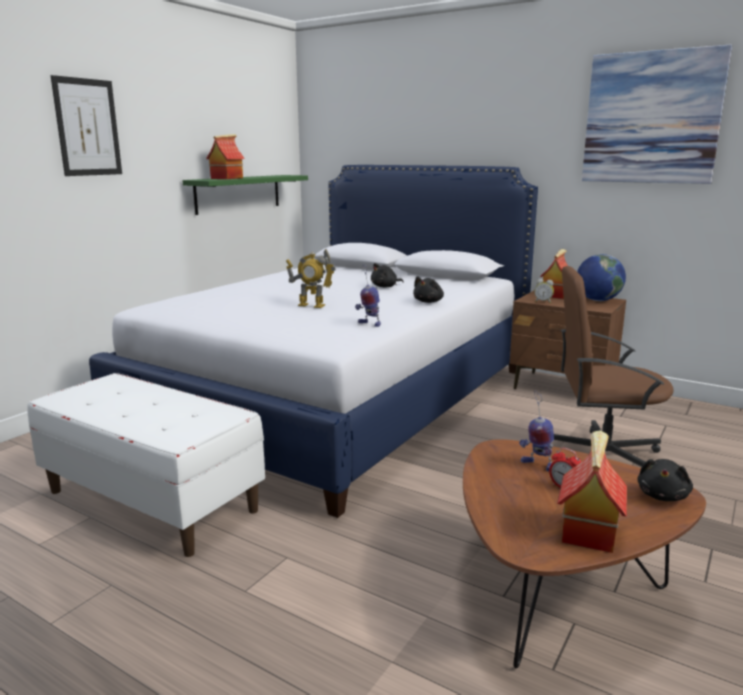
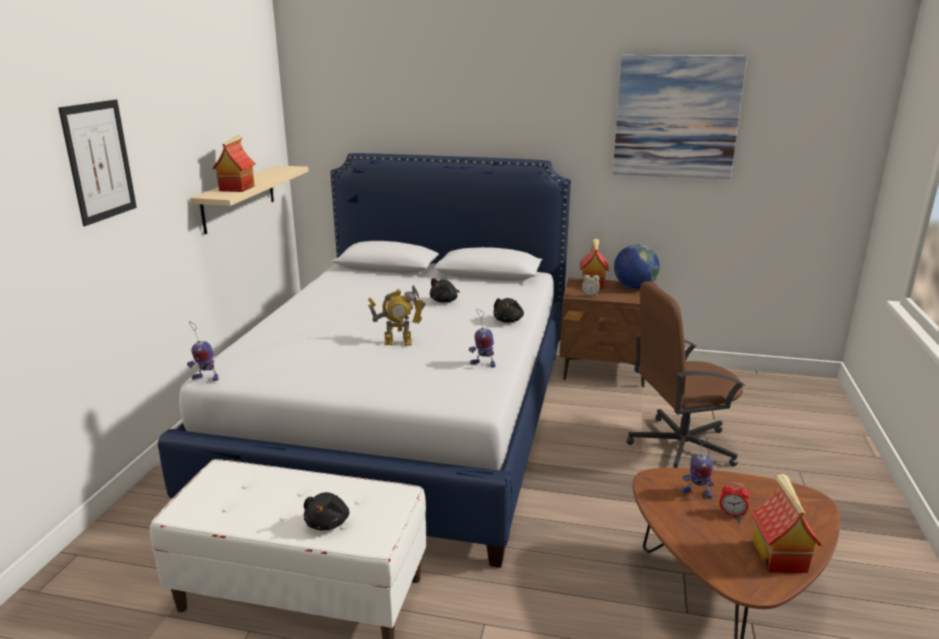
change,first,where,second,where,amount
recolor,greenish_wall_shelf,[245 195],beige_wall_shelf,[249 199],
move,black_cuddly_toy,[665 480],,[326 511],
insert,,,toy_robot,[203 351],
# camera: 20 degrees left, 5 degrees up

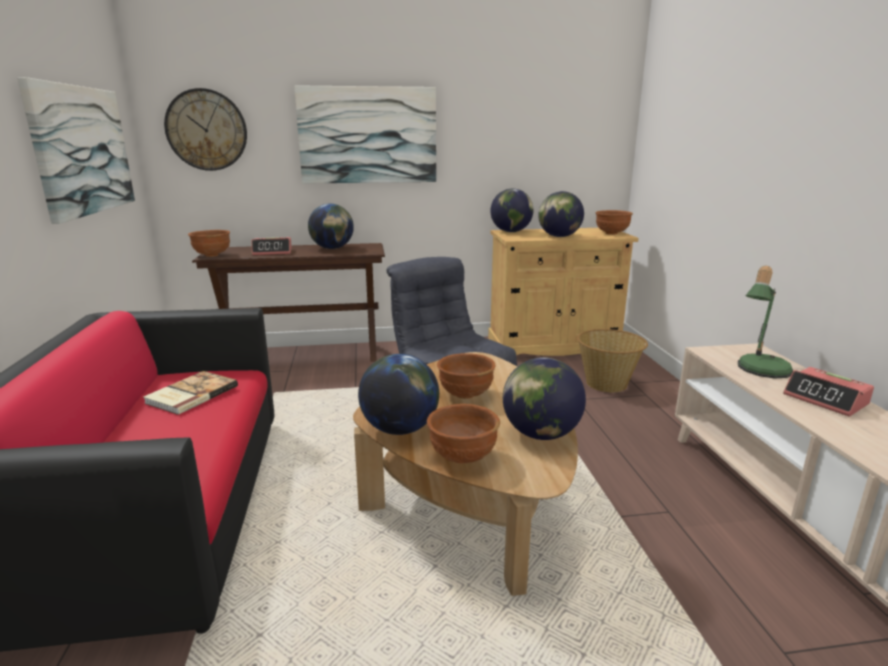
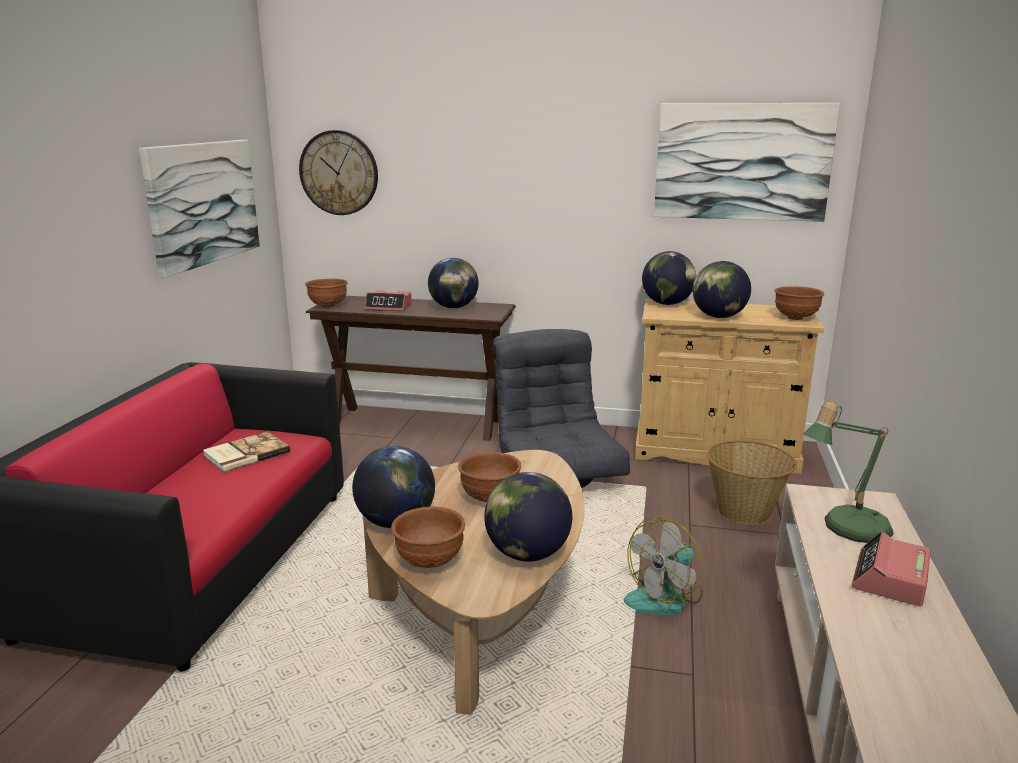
change,first,where,second,where,amount
move,wall_picture,[365 134],,[747 162],
rotate,bedside_clock,[828 392],,[891 569],45 degrees clockwise
insert,,,electric_fan,[663 565],
# camera: 20 degrees right, 0 degrees up

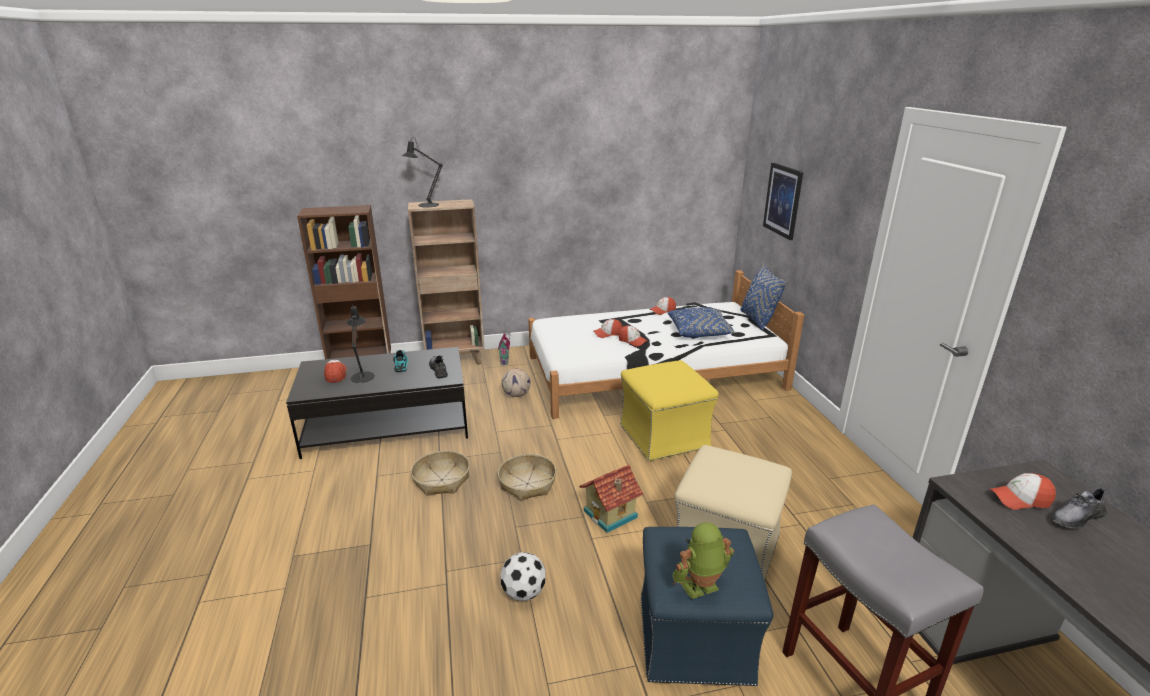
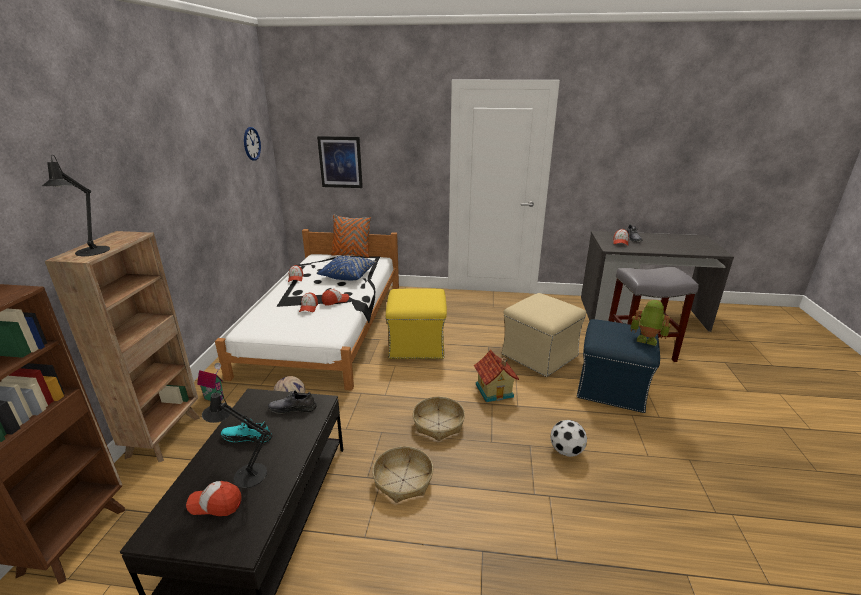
change,first,where,second,where,amount
rotate,toy_robot,[703 560],,[651 323],120 degrees clockwise
recolor,blue_cushion,[764 297],orange_cushion,[351 236],
insert,,,clock_on_the_wall,[252 144],
# camera: 70 degrees left, 0 degrees up

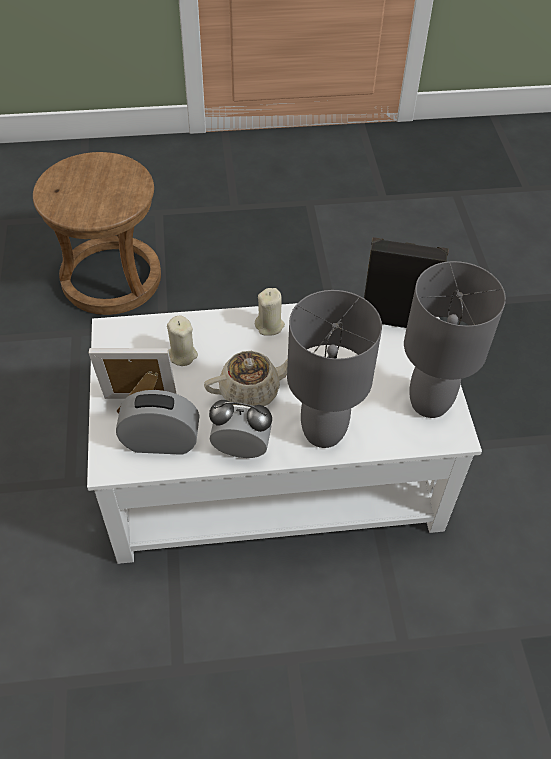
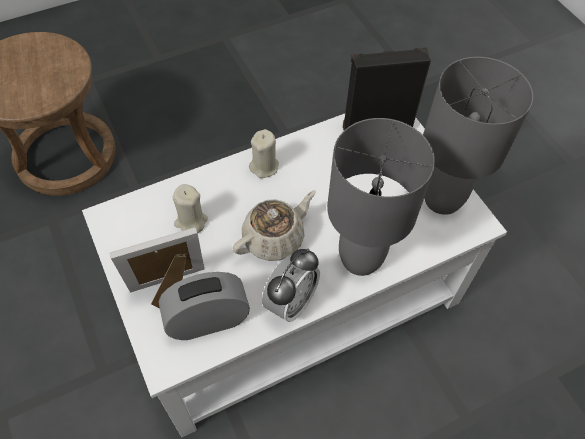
change,first,where,second,where,amount
rotate,bedside_clock,[240 429],,[291 285],135 degrees clockwise
# camera: 20 degrees left, 5 degrees up

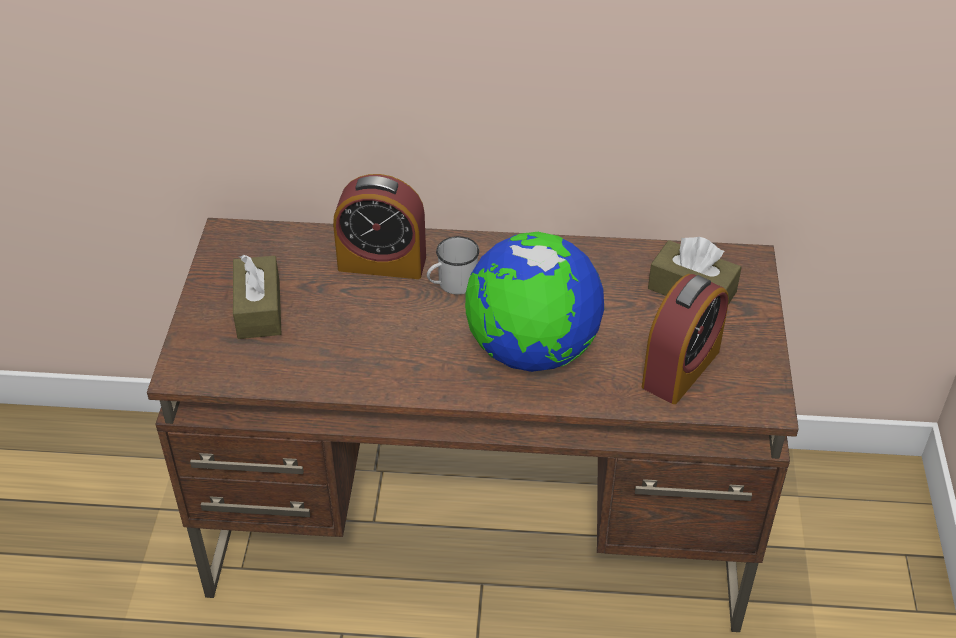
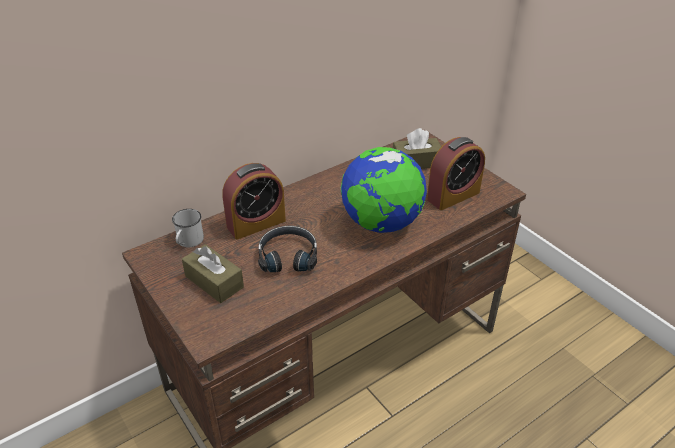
change,first,where,second,where,amount
move,white-coloured_tea_mug,[453 265],,[188 228],
rotate,bedside_clock,[685 339],,[456 173],60 degrees clockwise
insert,,,black_headphones,[287 249],
# camera: 40 degrees left, 5 degrees down

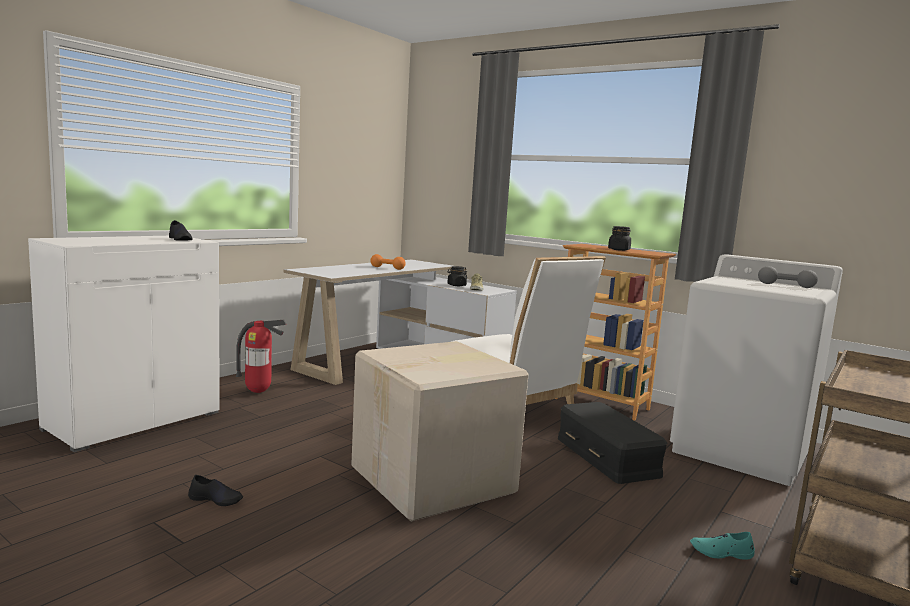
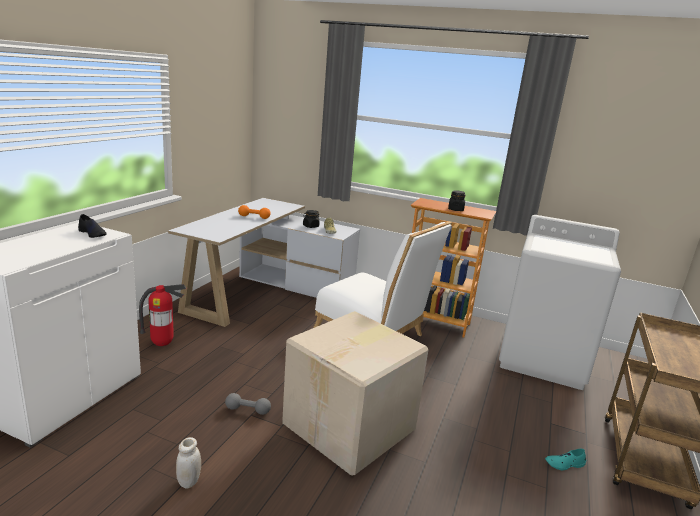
change,first,where,second,where,amount
replace,black_low_shoe,[215 490],white-coloured_jar,[188 463],
delete,black_storage_bin,[613 443],,,
move,gray_hand_weight,[788 277],,[248 404],
# camera: 15 degrees left, 10 degrees up

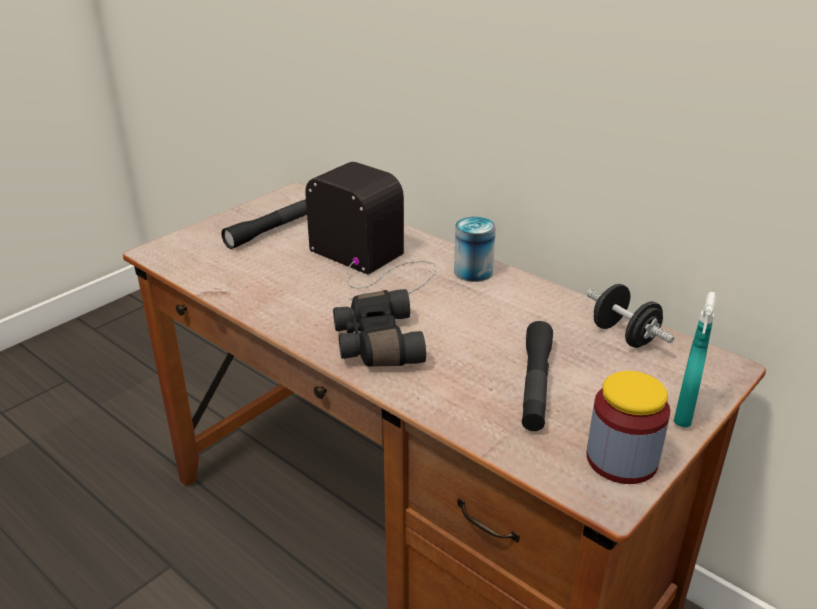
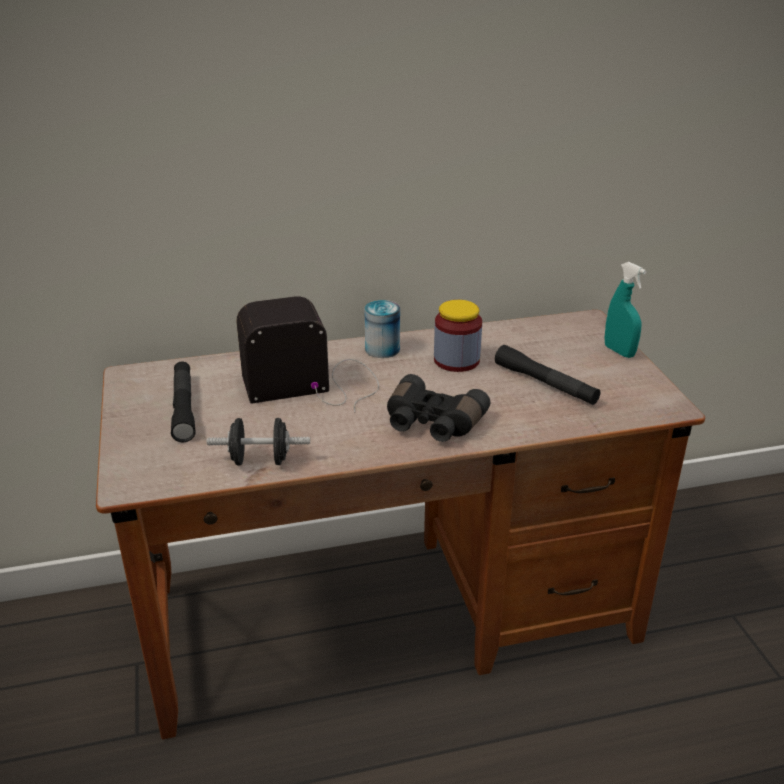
change,first,where,second,where,amount
move,black_hand_weight,[630 316],,[258 442],
move,jar,[628 427],,[458 336],
# camera: 55 degrees left, 0 degrees up

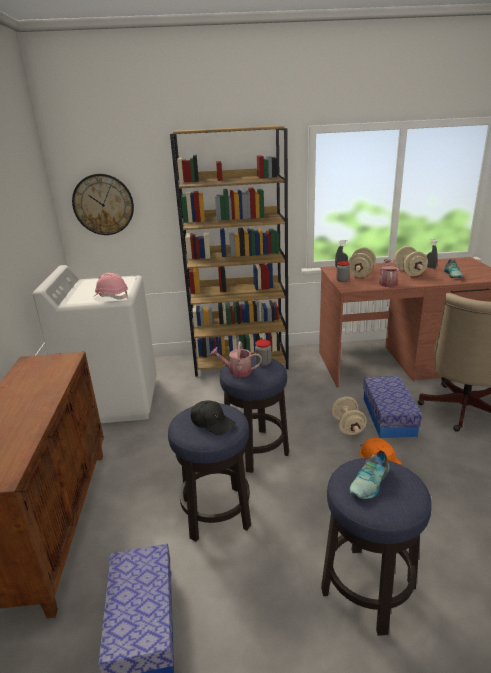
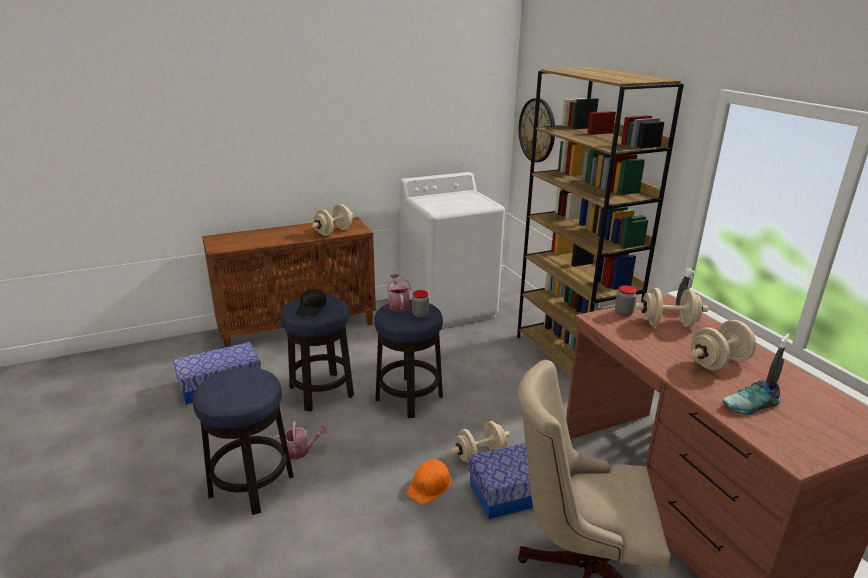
change,first,where,second,where,amount
delete,pinkish_work_helmet,[110 286],,,
delete,low_shoe,[369 474],,,
move,watering_pot,[389 273],,[300 440],
insert,,,beige_hand_weight,[332 220],
# camera: 70 degrees right, 0 degrees up

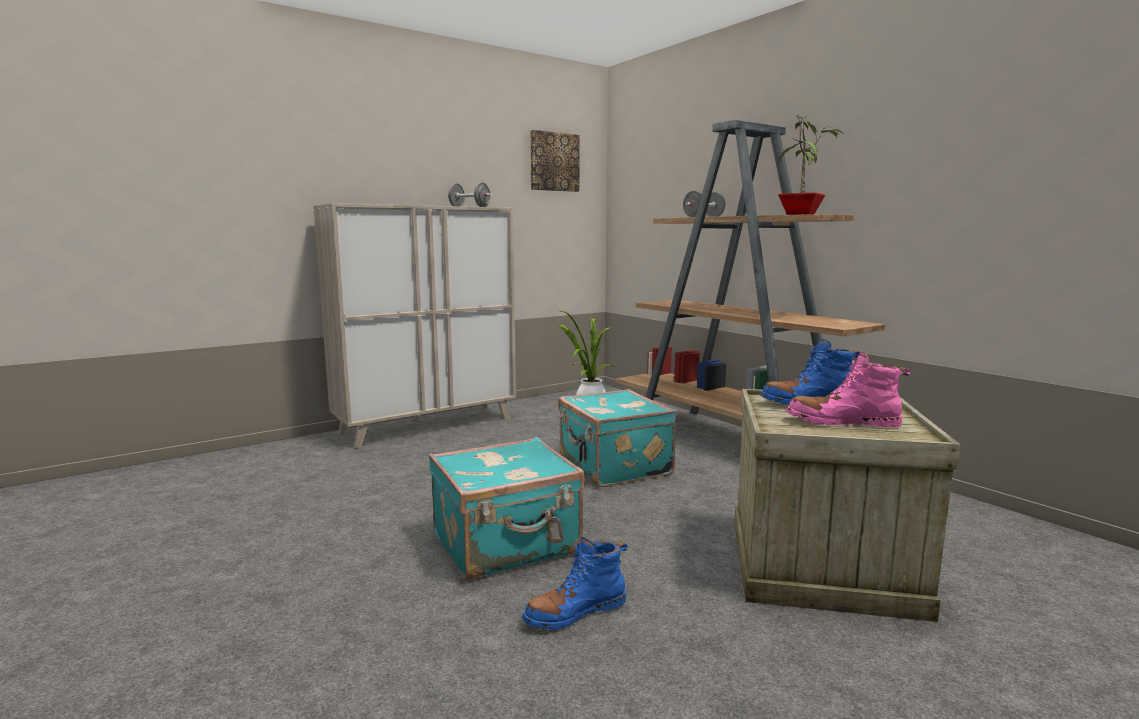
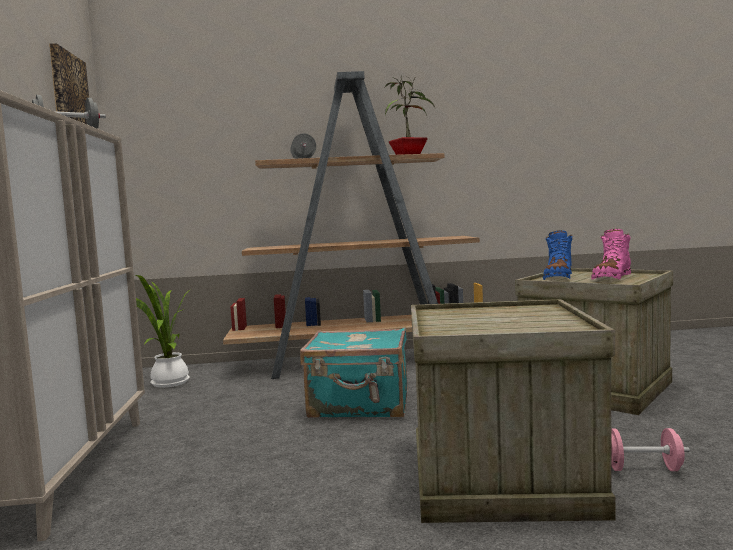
change,first,where,second,where,amount
replace,turquoise-coloured_piece_of_luggage,[507 508],shipping_crate,[513 411],
replace,blue_high-top_boot,[575 583],pinkish_hand_weight,[650 449],
# camera: 60 degrees left, 5 degrees down

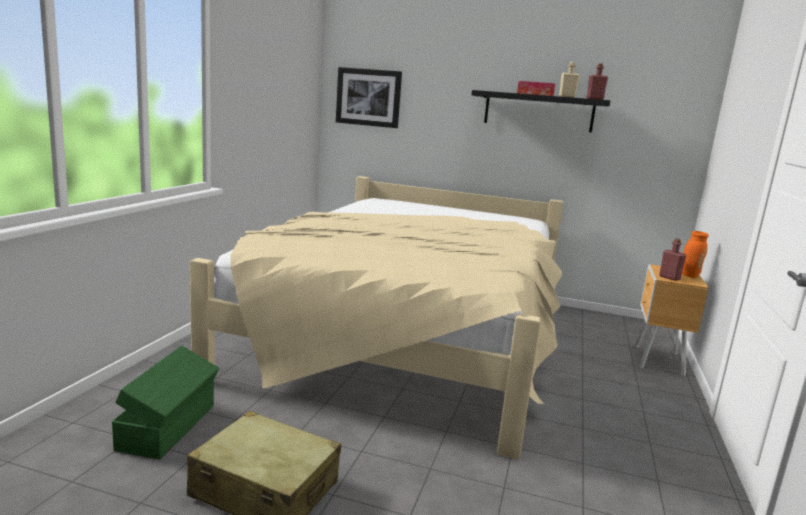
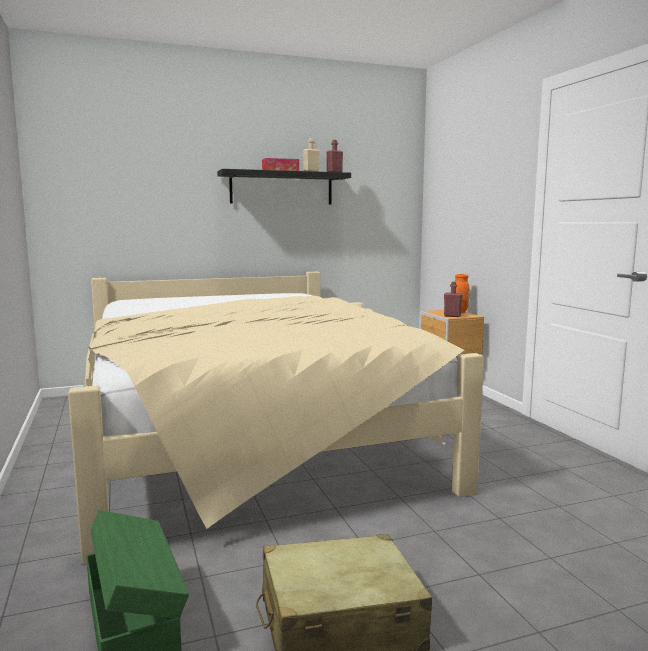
change,first,where,second,where,amount
delete,wall_picture,[369 97],,,
# camera: 35 degrees left, 5 degrees down

